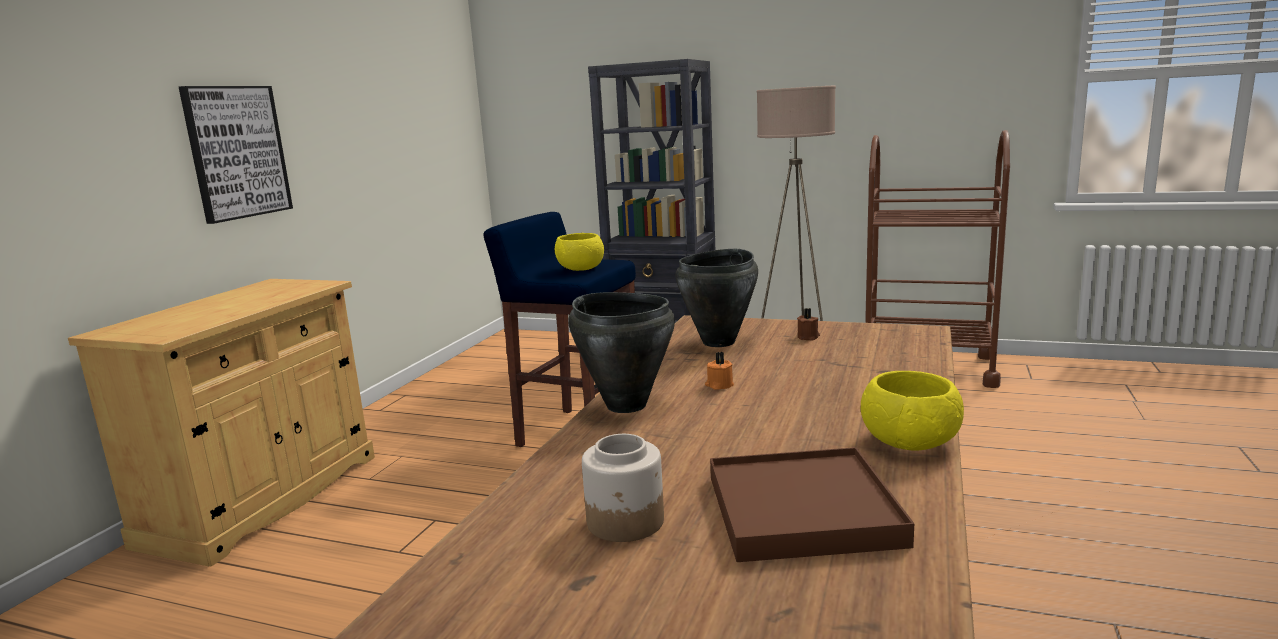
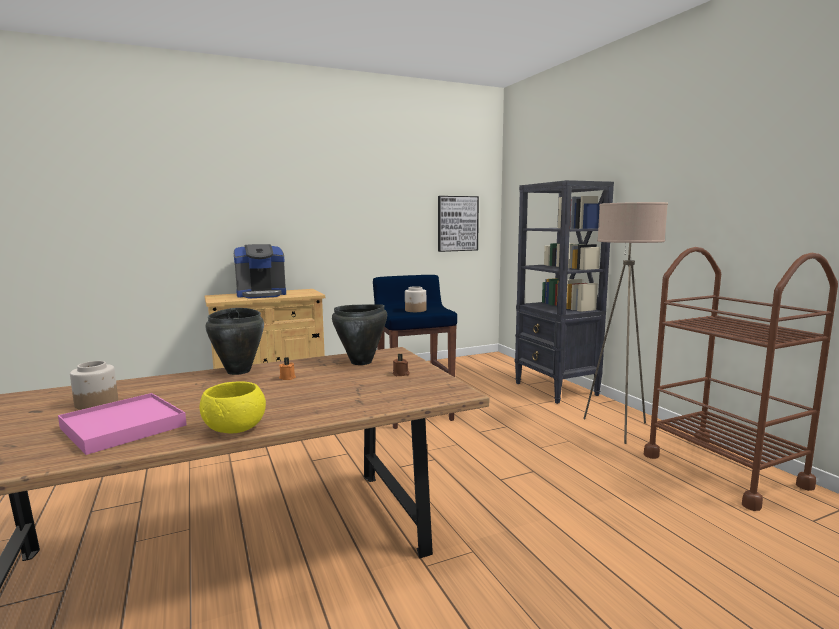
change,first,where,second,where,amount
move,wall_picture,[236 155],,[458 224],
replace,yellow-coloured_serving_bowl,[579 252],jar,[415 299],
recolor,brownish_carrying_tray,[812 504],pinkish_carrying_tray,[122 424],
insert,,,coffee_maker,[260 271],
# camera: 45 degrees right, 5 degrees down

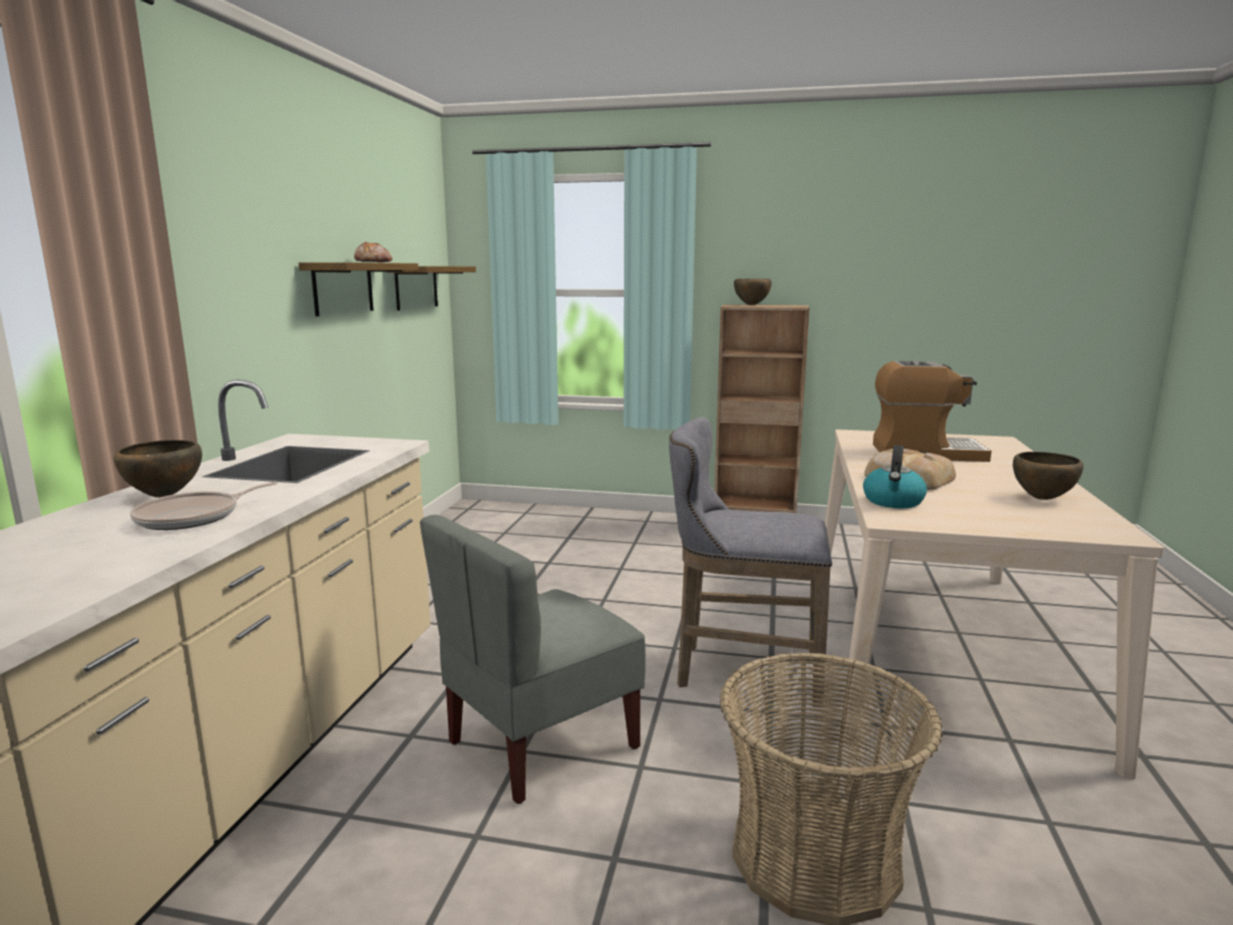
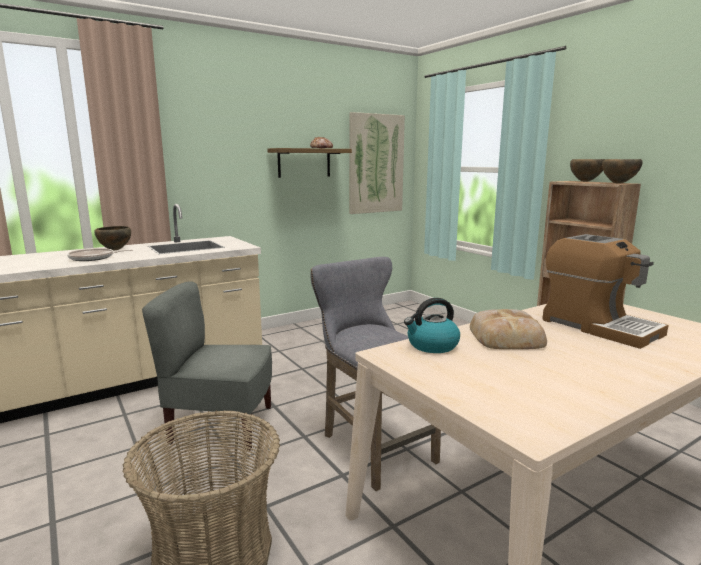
change,first,where,second,where,amount
replace,wall_shelf,[431 288],wall_picture,[377 163],
move,brownish_serving_bowl,[1048 476],,[622 171],
# camera: 45 degrees right, 0 degrees up

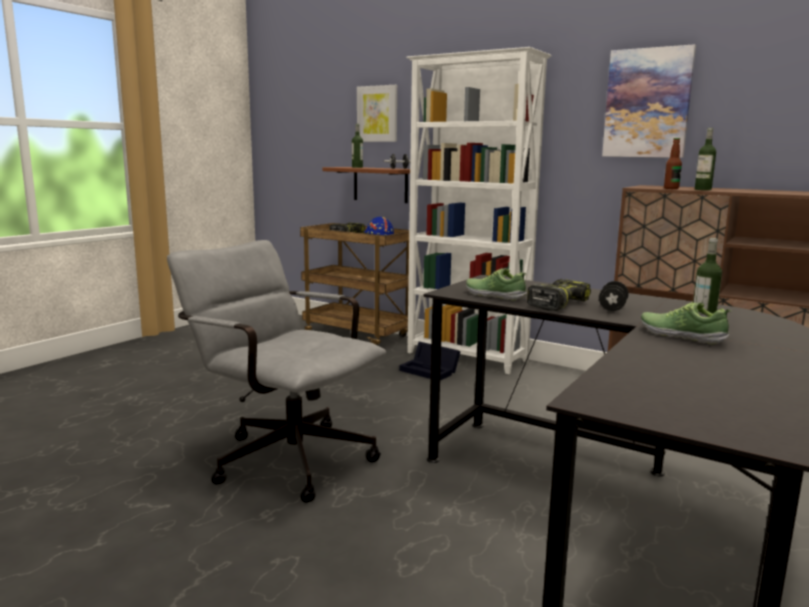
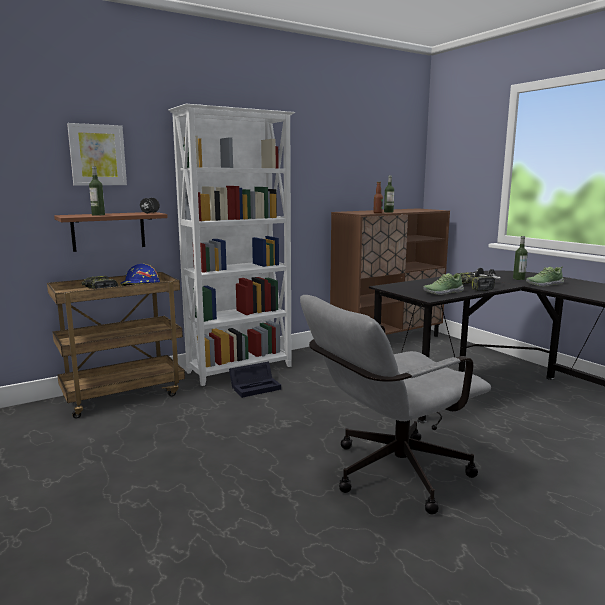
change,first,where,second,where,amount
delete,wall_picture,[649 101],,,
# camera: 65 degrees left, 0 degrees up

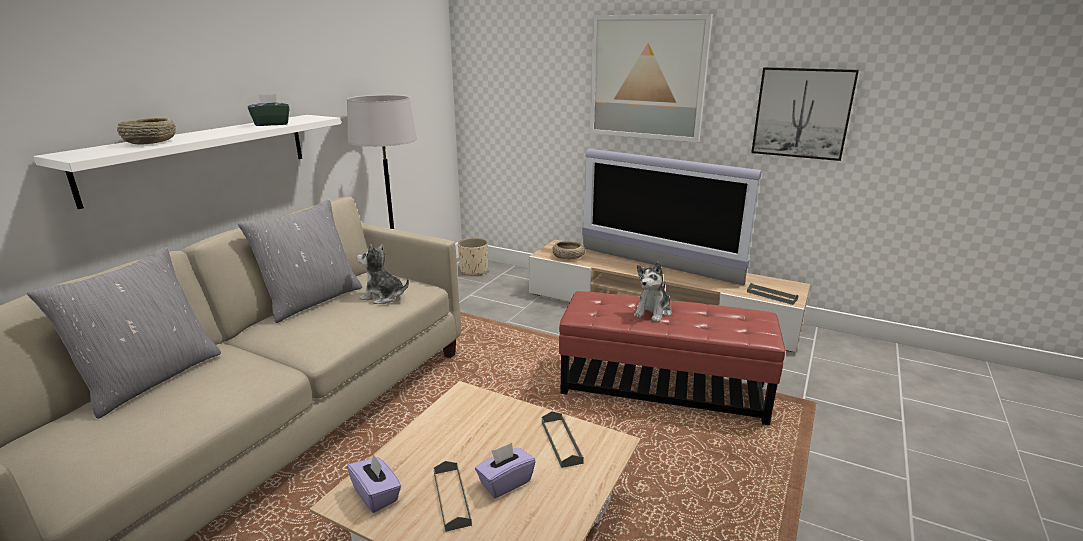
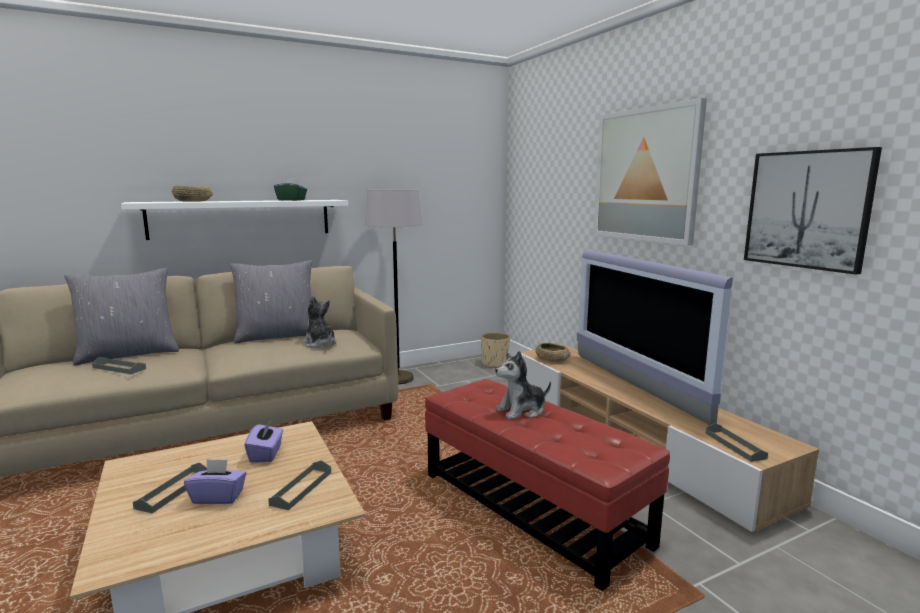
change,first,where,second,where,amount
move,purple-coloured_tissue_box,[374 483],,[263 441],
insert,,,gray_carrying_tray,[119 365],
# camera: 35 degrees right, 10 degrees down

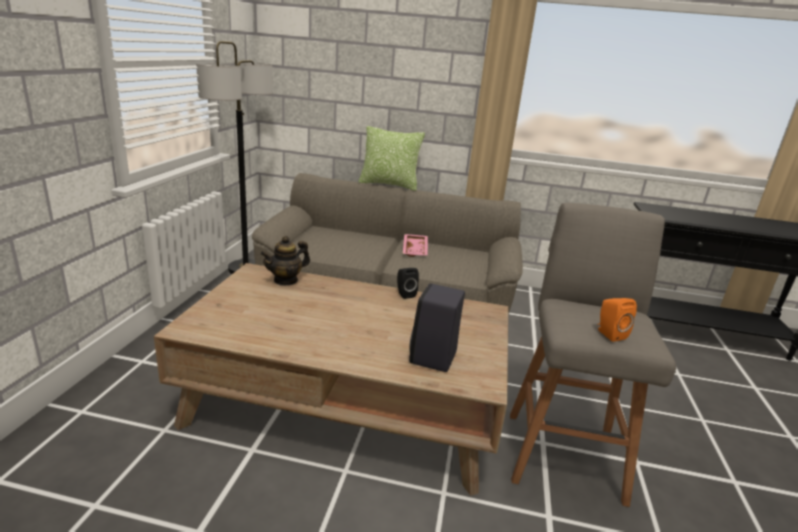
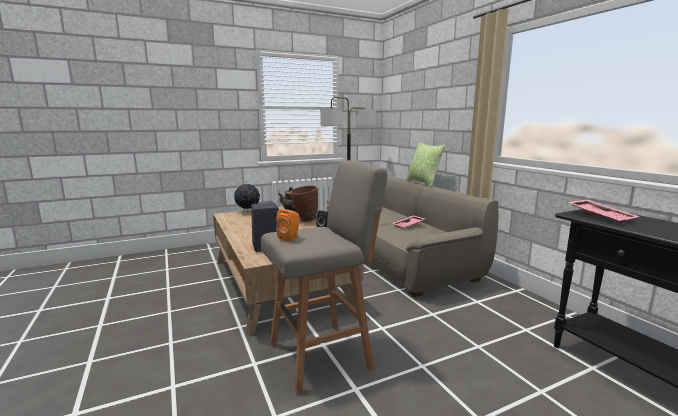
change,first,where,second,where,amount
insert,,,world_globe,[247 197],
insert,,,brownish_flower_vase,[304 203],
insert,,,pinkish_carrying_tray,[604 211],
# camera: 55 degrees right, 10 degrees down

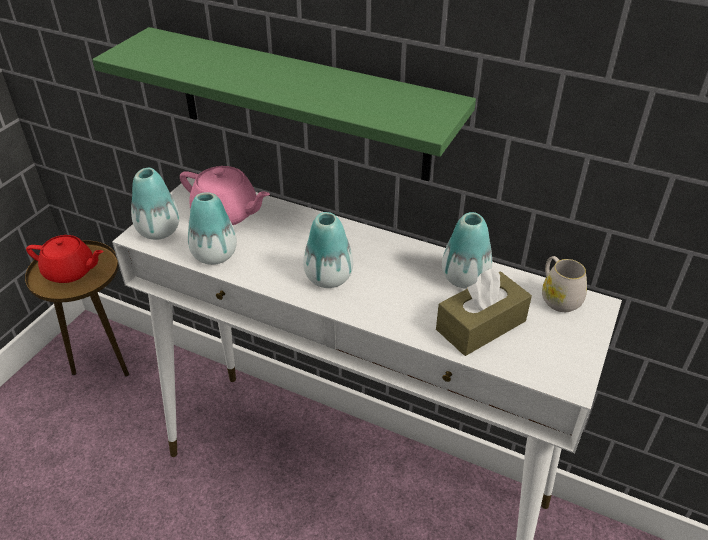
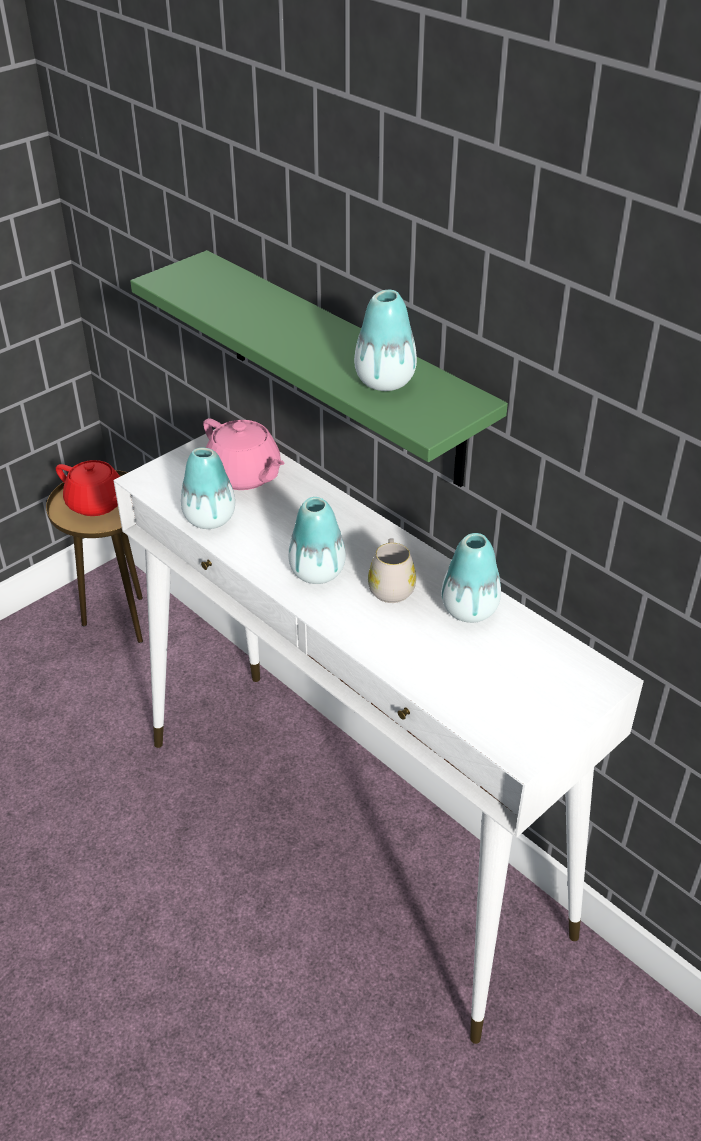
change,first,where,second,where,amount
move,flower_vase,[155 204],,[385 340],
delete,brownish_tissue_box,[484 312],,,
move,white-coloured_tea_mug,[564 284],,[392 570],
# camera: 20 degrees right, 0 degrees up

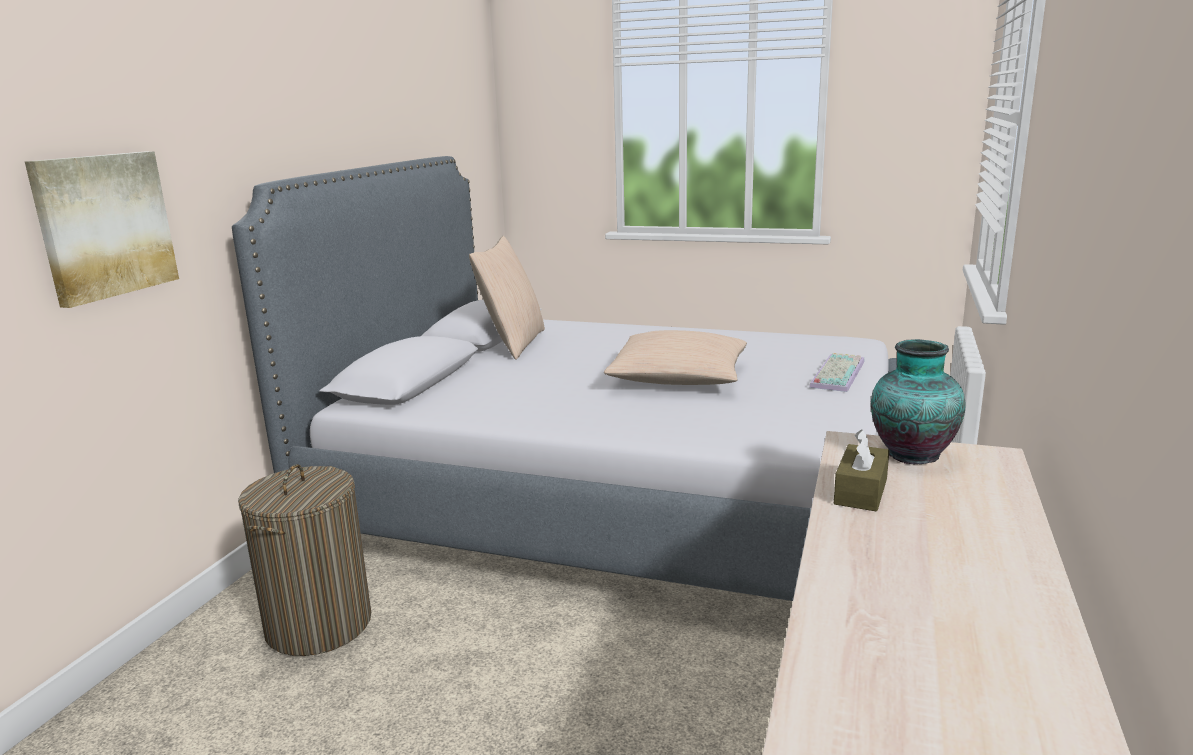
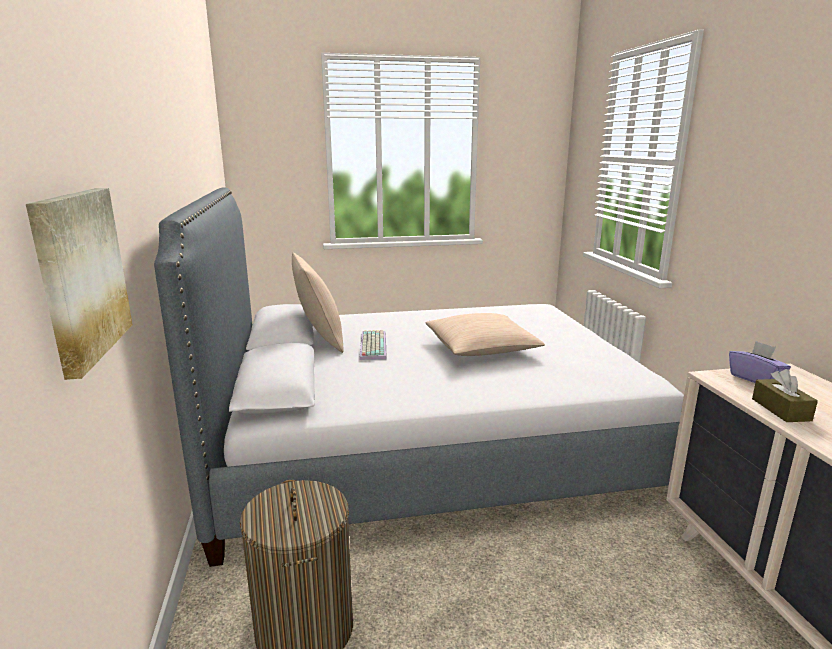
change,first,where,second,where,amount
move,keyboard,[837 372],,[373 345],
replace,flower_vase,[918 401],purple-coloured_tissue_box,[760 362],
# camera: 30 degrees left, 0 degrees up

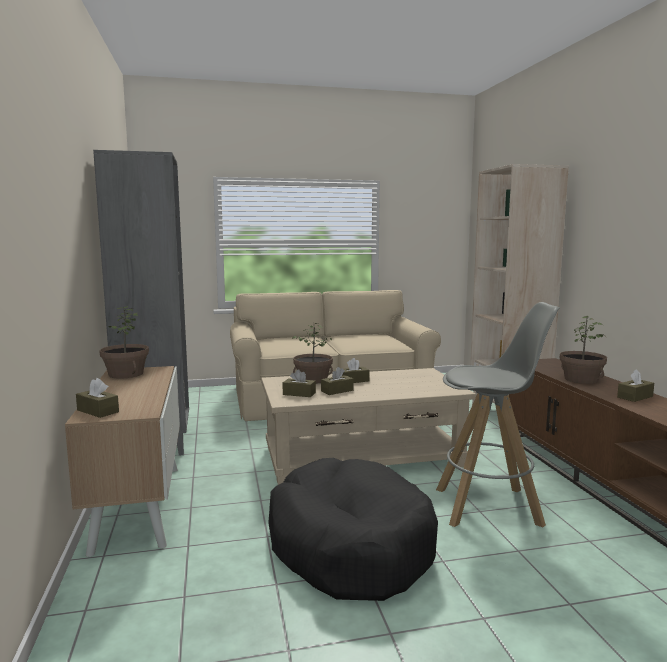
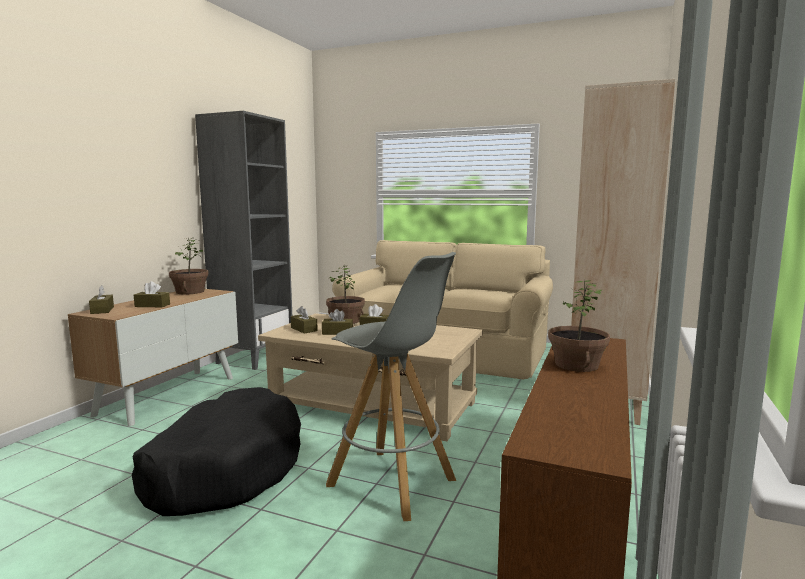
change,first,where,second,where,amount
move,brownish_tissue_box,[635 385],,[152 294],
# camera: 35 degrees right, 0 degrees up

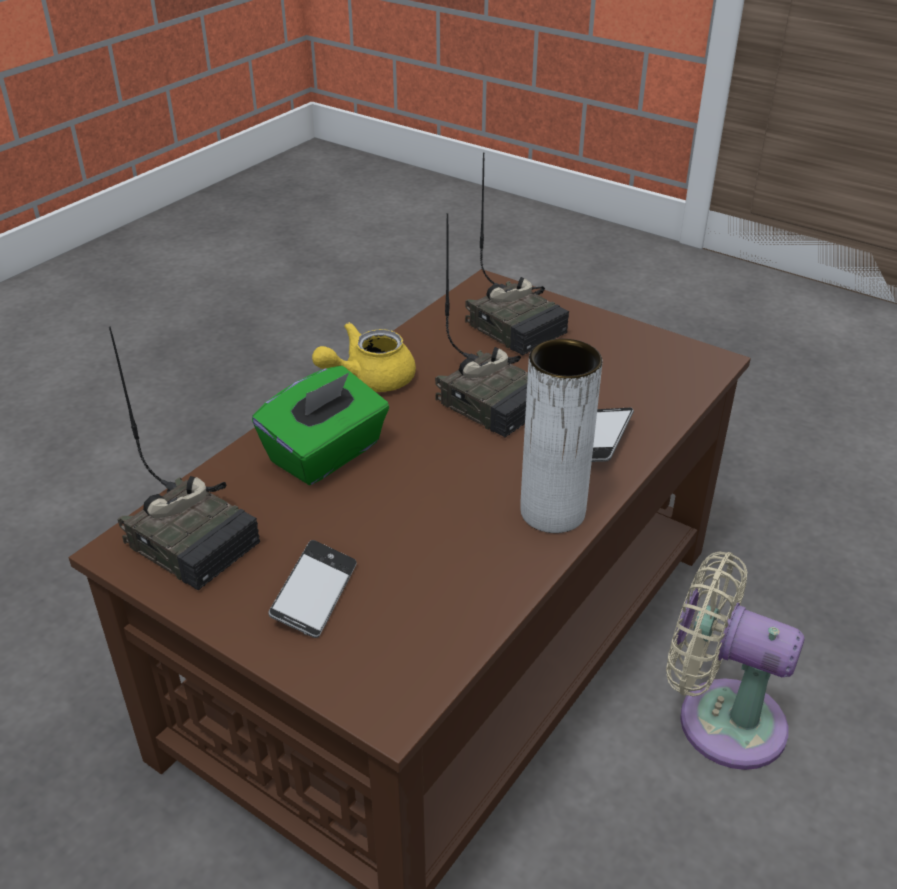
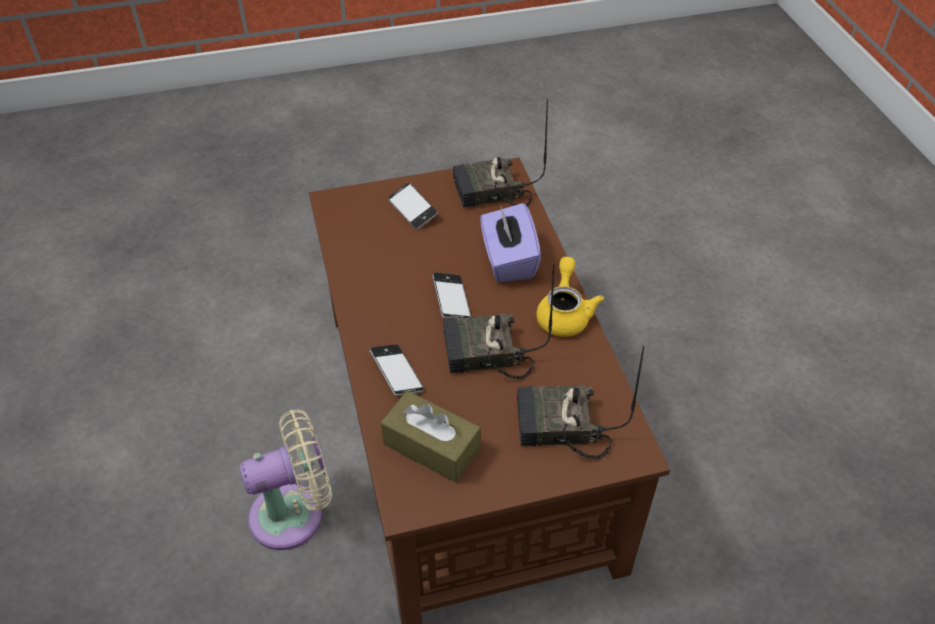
change,first,where,second,where,amount
recolor,greenish_tissue_box,[320 425],purple-coloured_tissue_box,[510 242],
delete,white-coloured_flower_vase,[561 436],,,
insert,,,brownish_tissue_box,[431 437],
insert,,,phone,[451 295],
# camera: 130 degrees right, 10 degrees up

